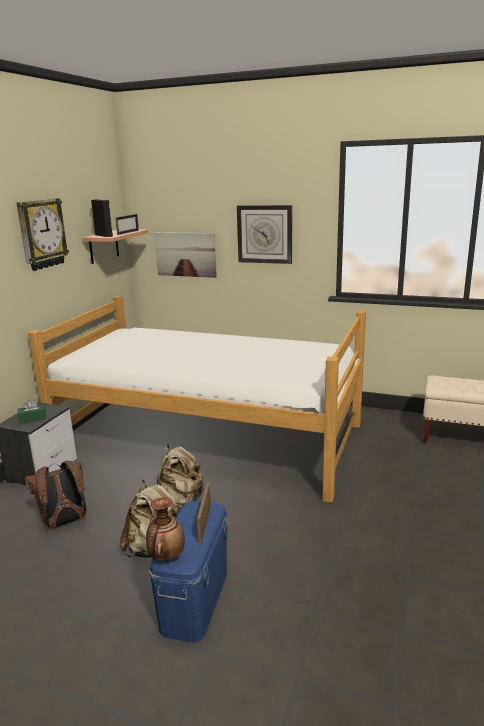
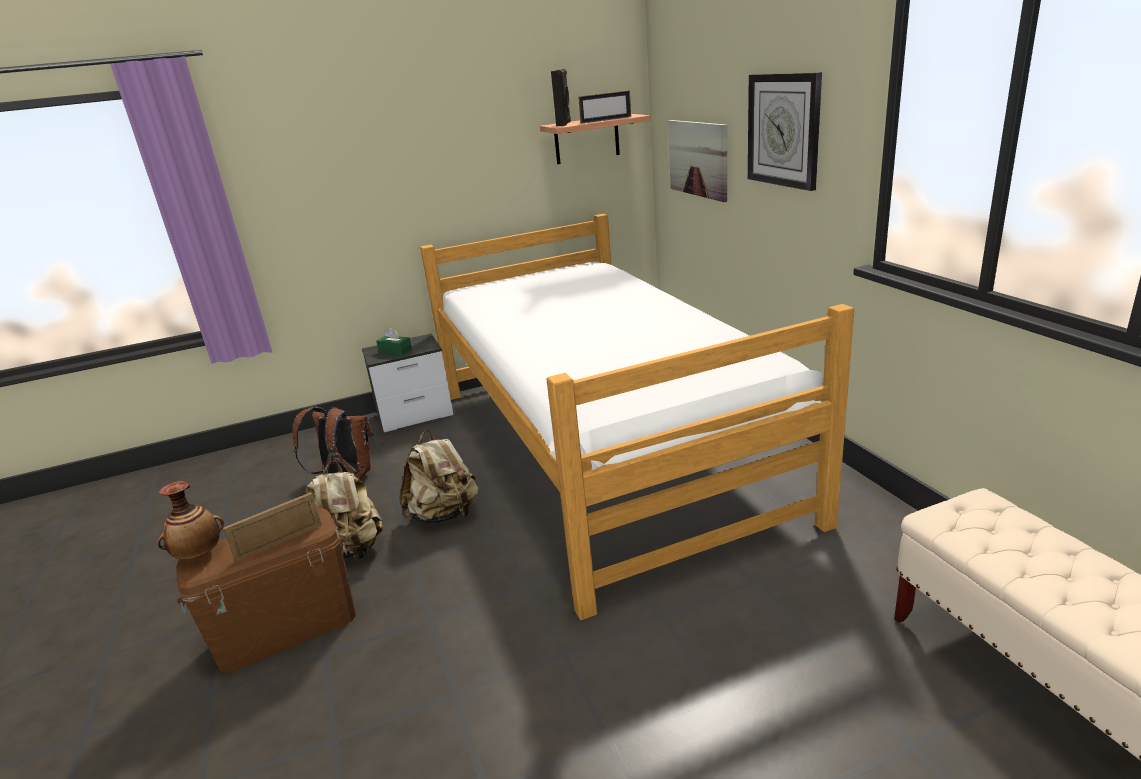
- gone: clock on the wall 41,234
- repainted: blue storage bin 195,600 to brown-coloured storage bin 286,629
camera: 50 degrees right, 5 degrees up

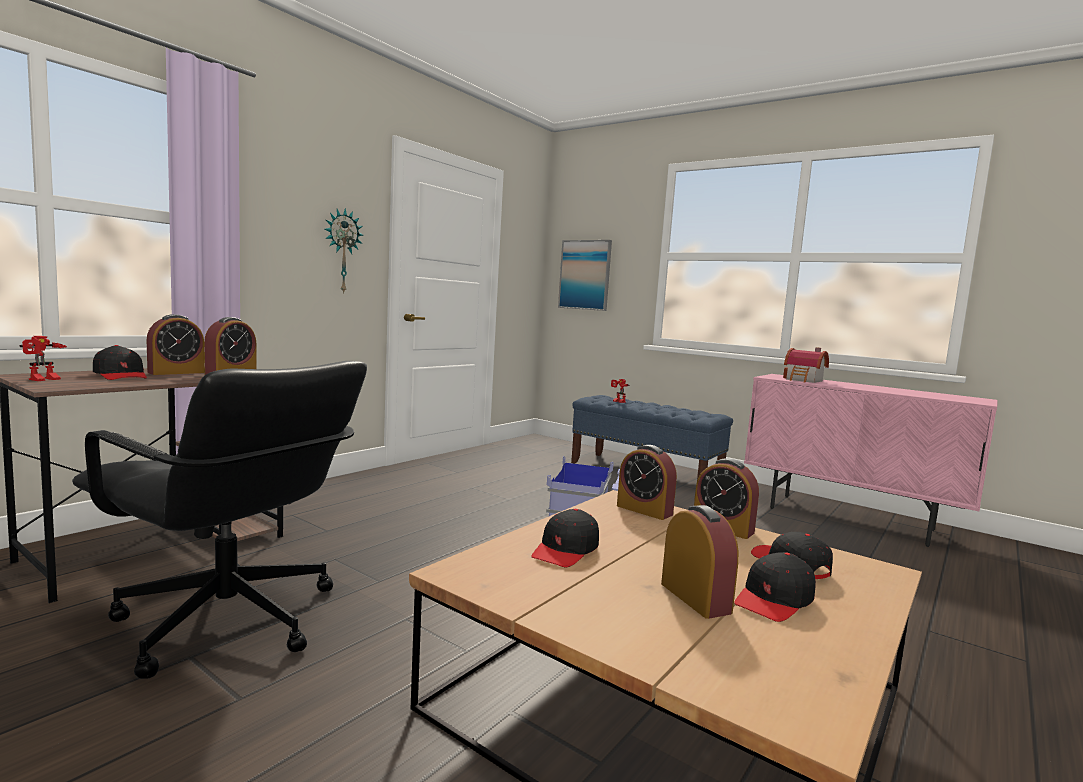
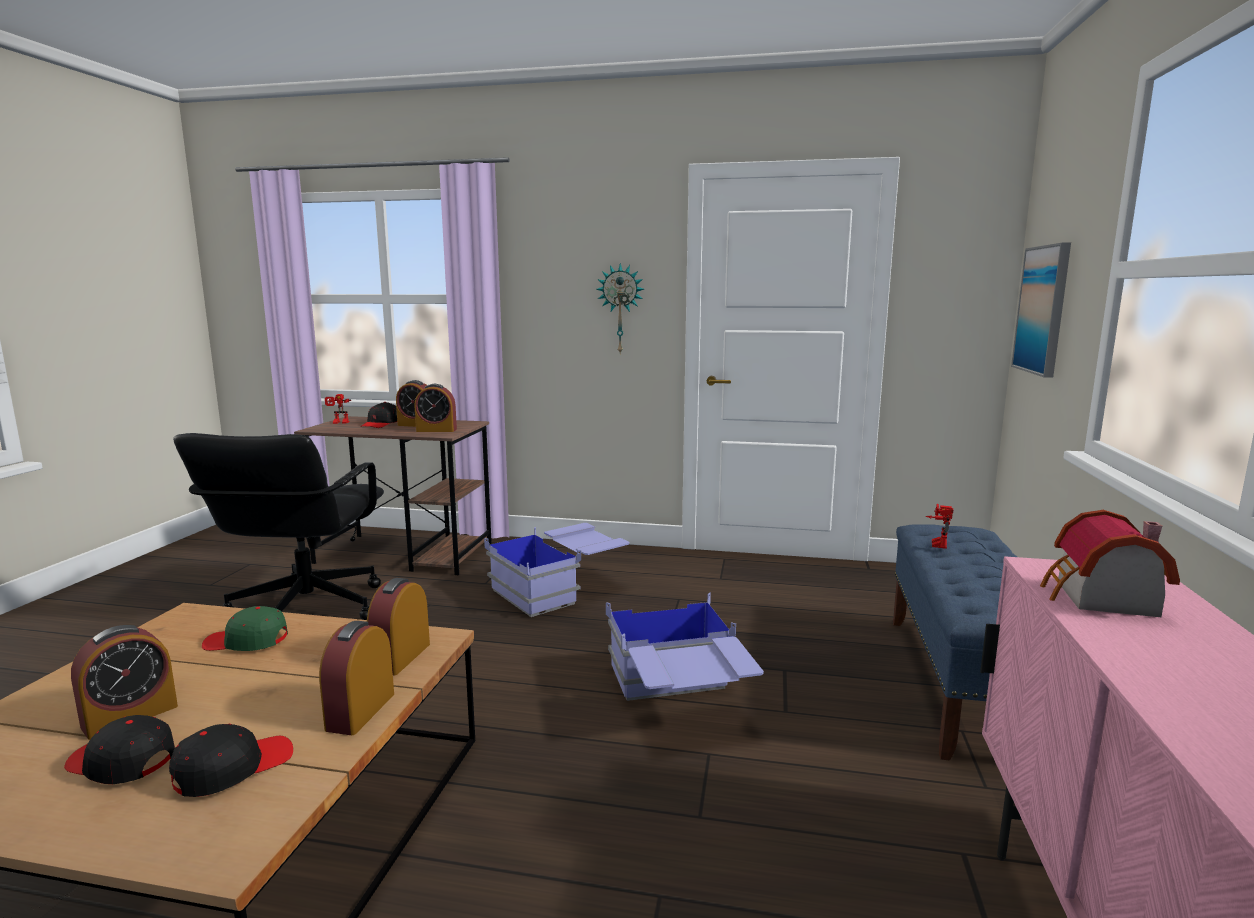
- new: blue storage bin 559,589
- repainted: black-coloured baseball cap 566,550 to greenish baseball cap 246,641
camera: 65 degrees right, 5 degrees up

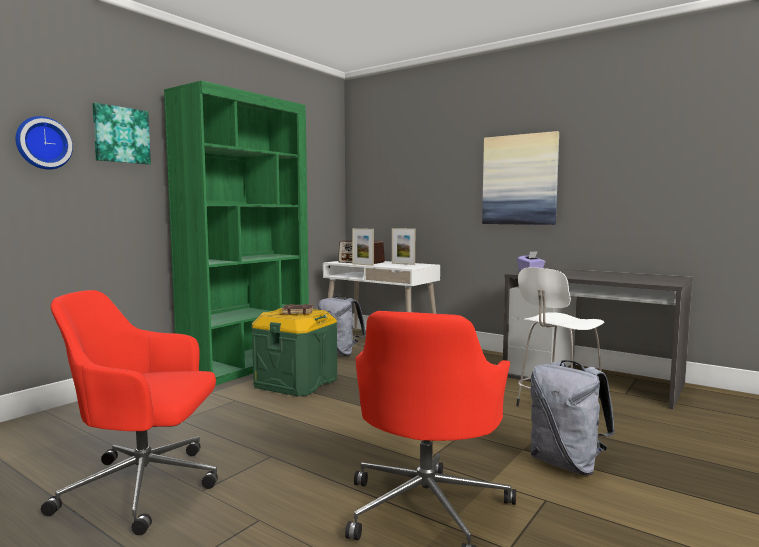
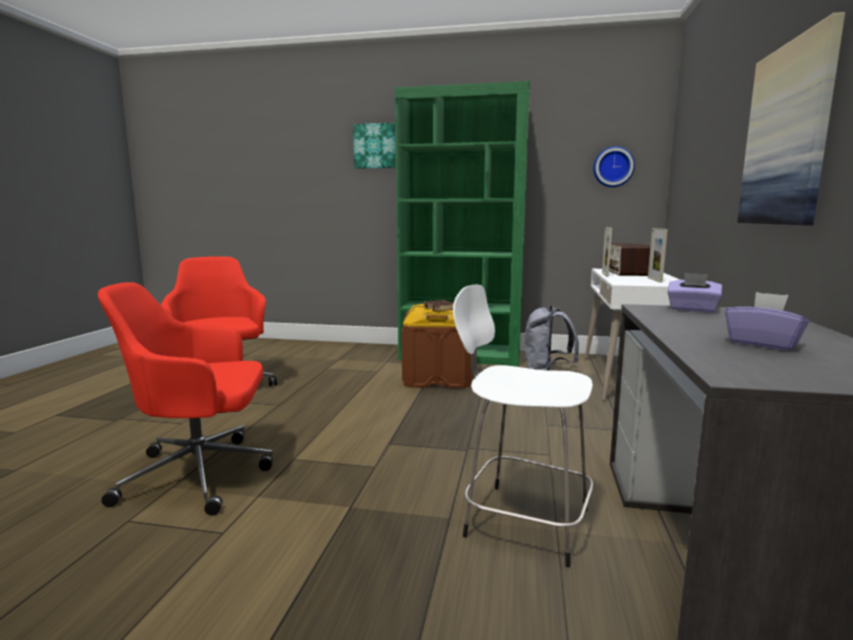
- gone: gray rucksack 567,464
- new: purple-coloured tissue holder 763,344
- shifted: clock on the wall 43,143 to 613,167
- repainted: greenish storage bin 296,383 to brown-coloured storage bin 437,378
camera: 65 degrees right, 5 degrees up

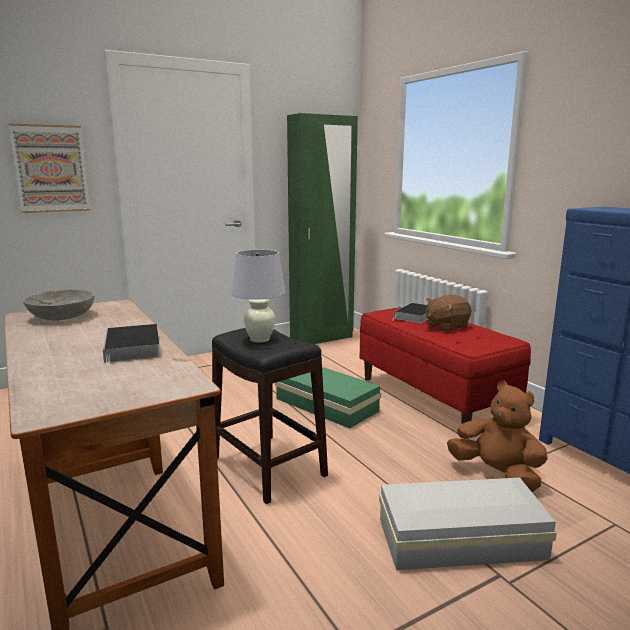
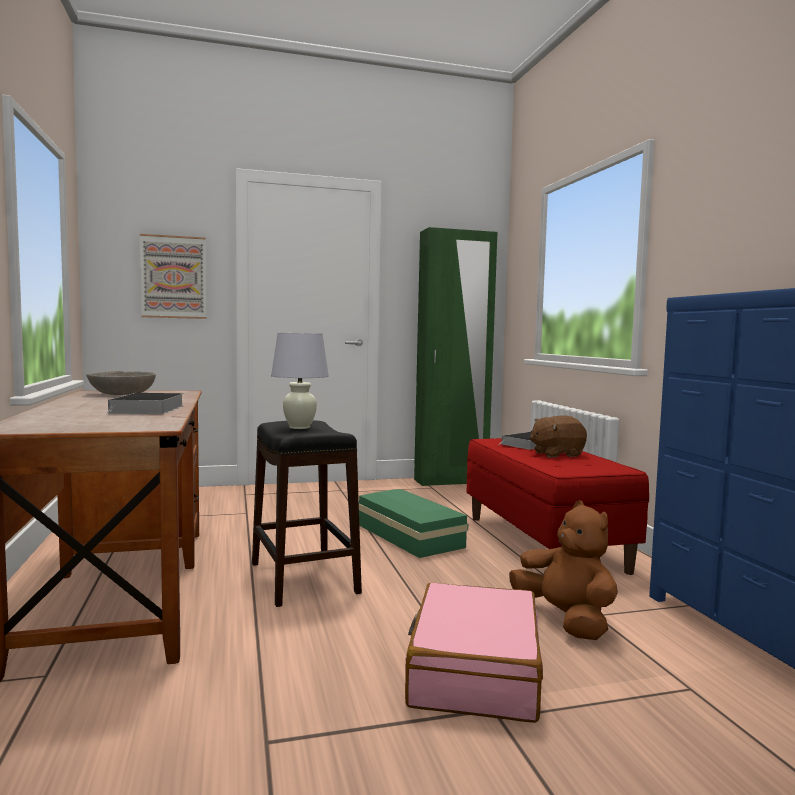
- swapped: whitish storage bin 463,540 to pink travel case 473,670
camera: 15 degrees right, 10 degrees down

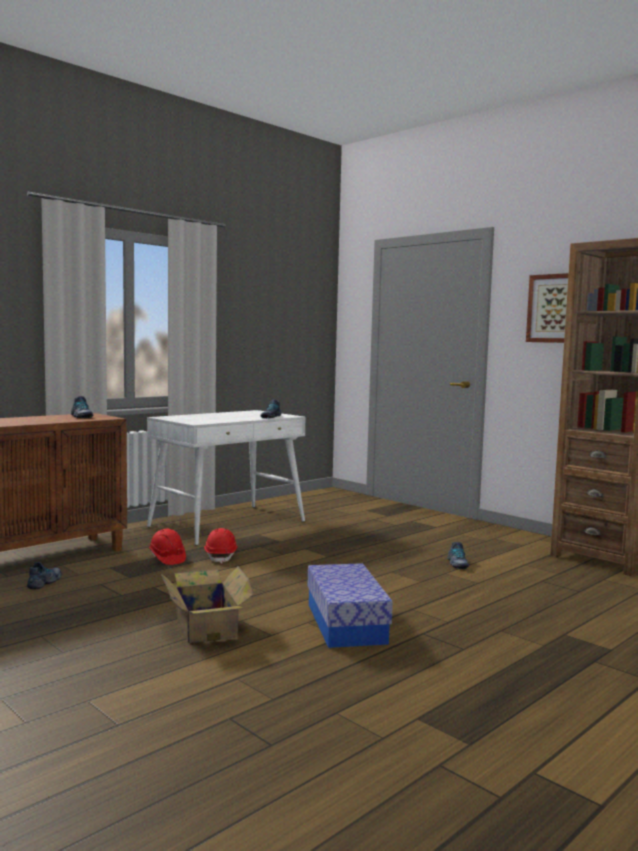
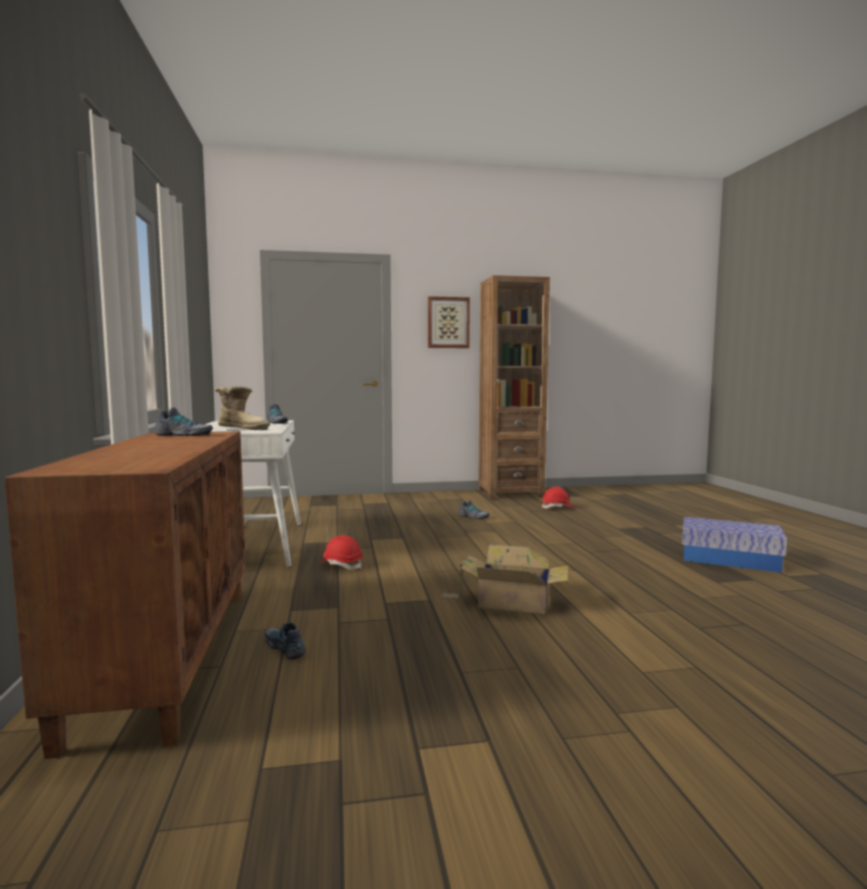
- new: boot 243,429
- shifted: red-coloured safety helmet 167,558 to 557,508
- shifted: storage bin 346,623 to 730,559
camera: 55 degrees left, 0 degrees up

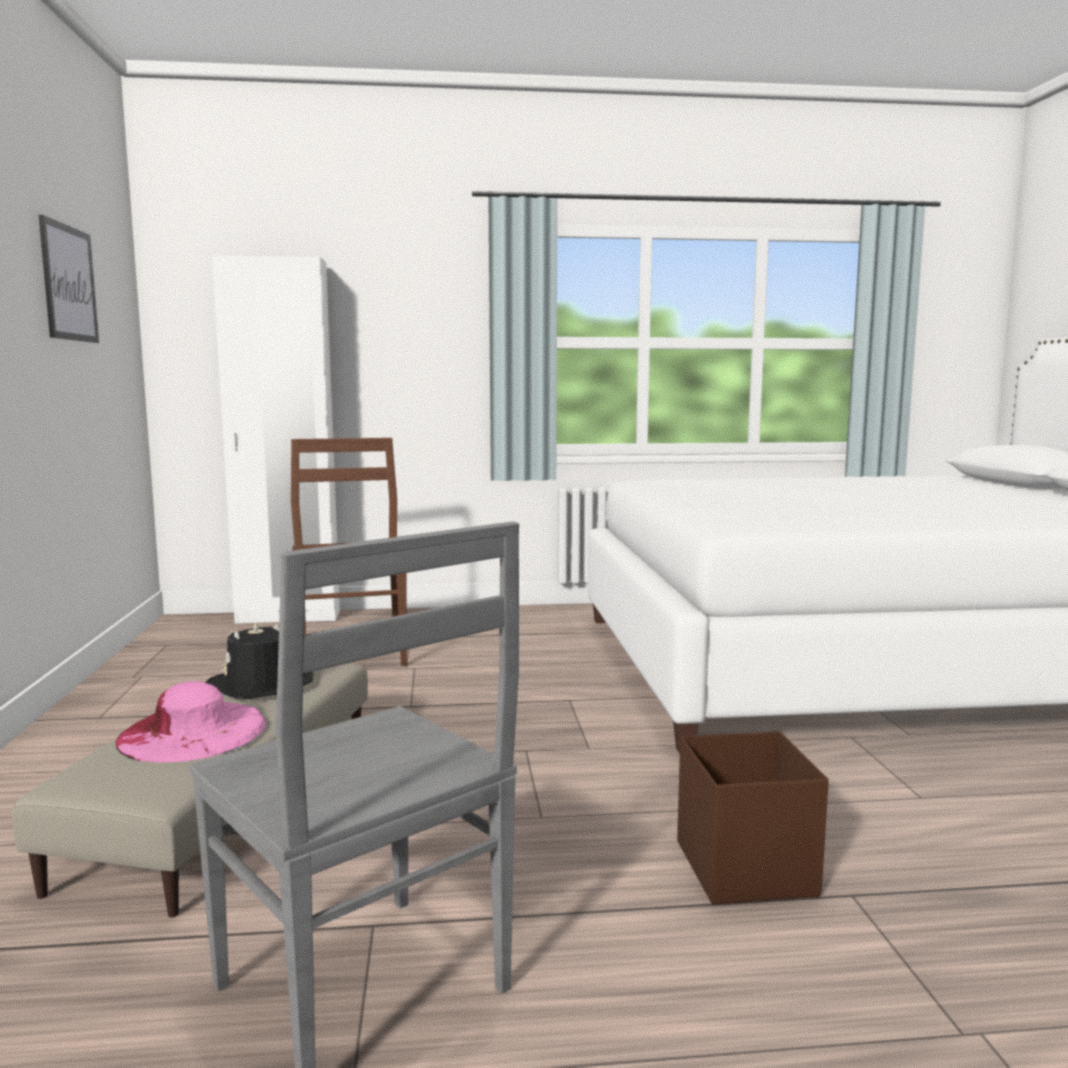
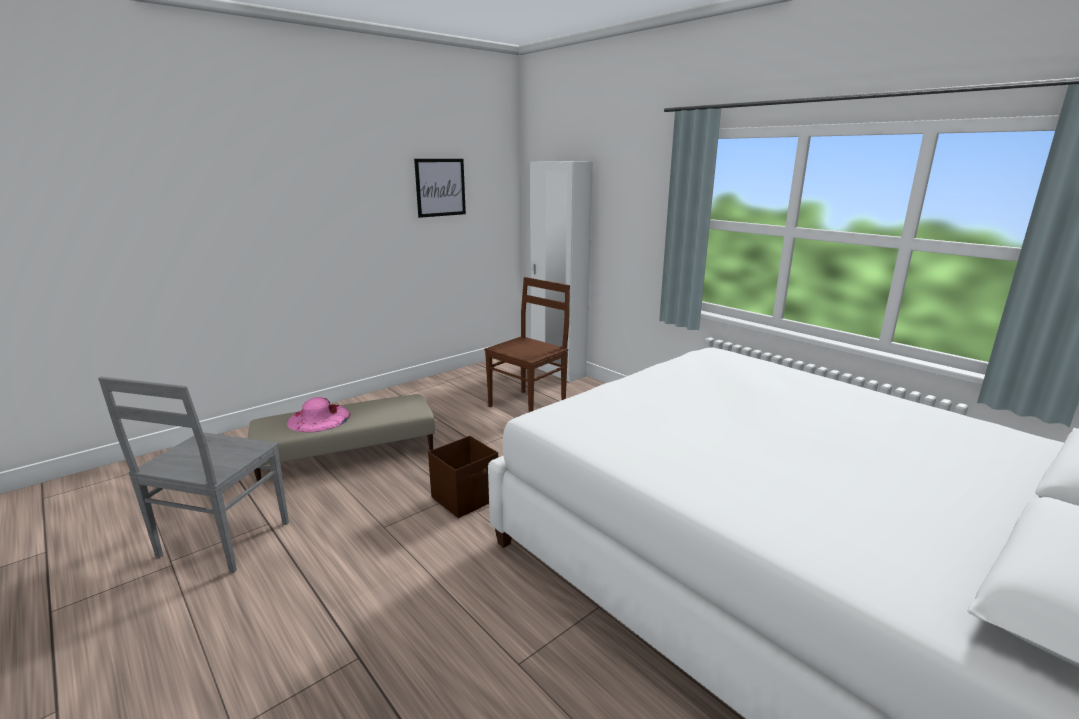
- gone: black-coloured clothing hat 261,684
- shifted: brown-coloured storage bin 745,868 to 466,498
camera: 55 degrees right, 10 degrees up

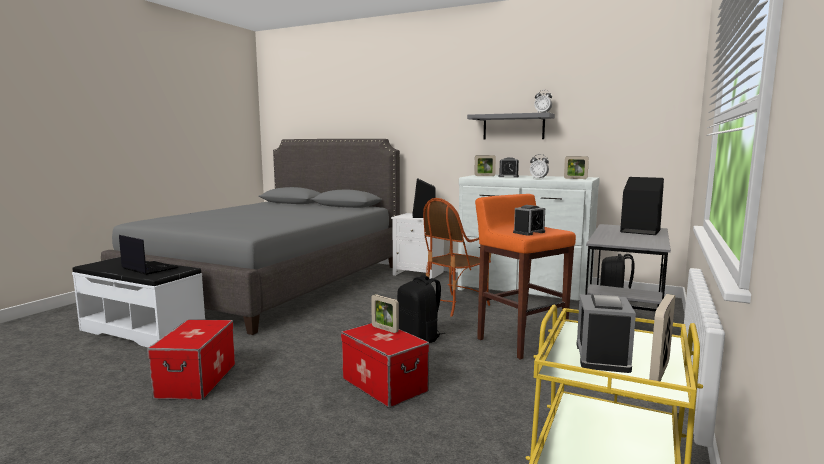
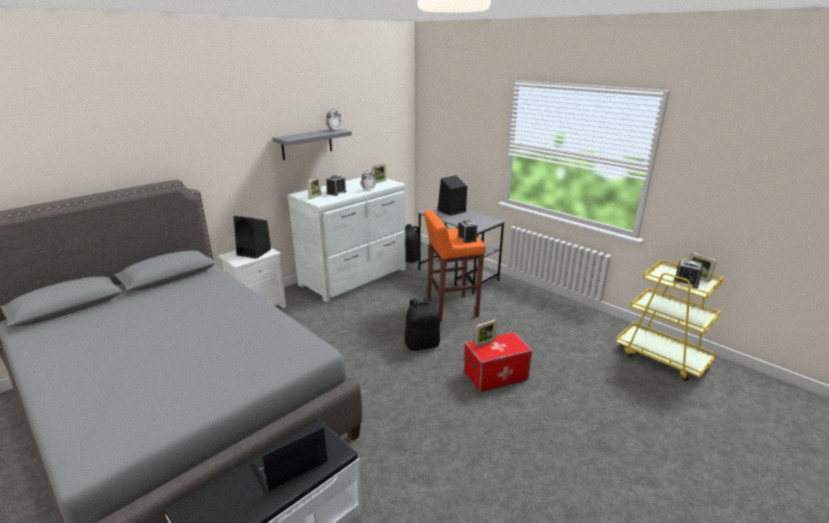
- gone: storage bin 197,381
- gone: lounge chair 454,305
camera: 70 degrees left, 15 degrees up

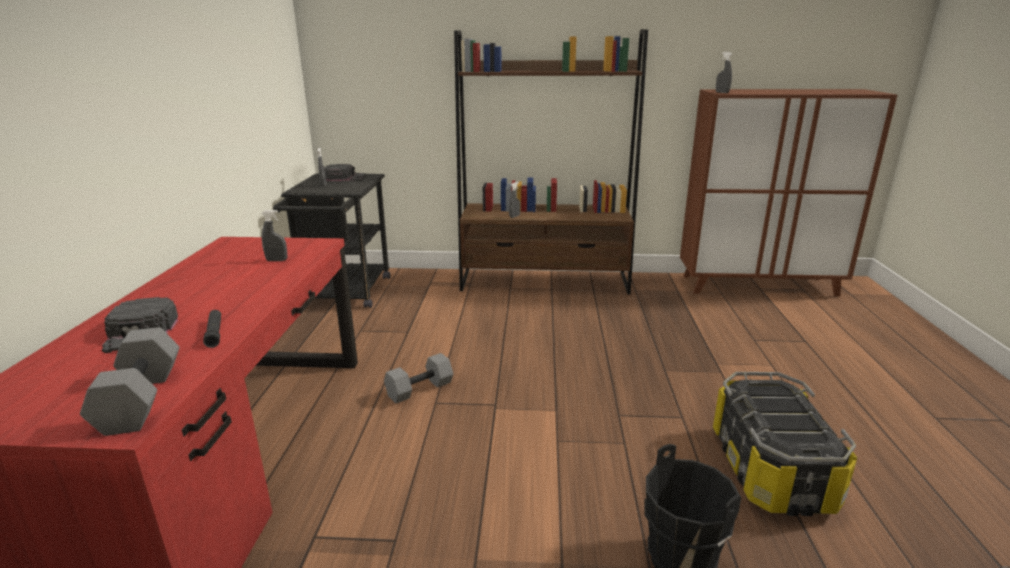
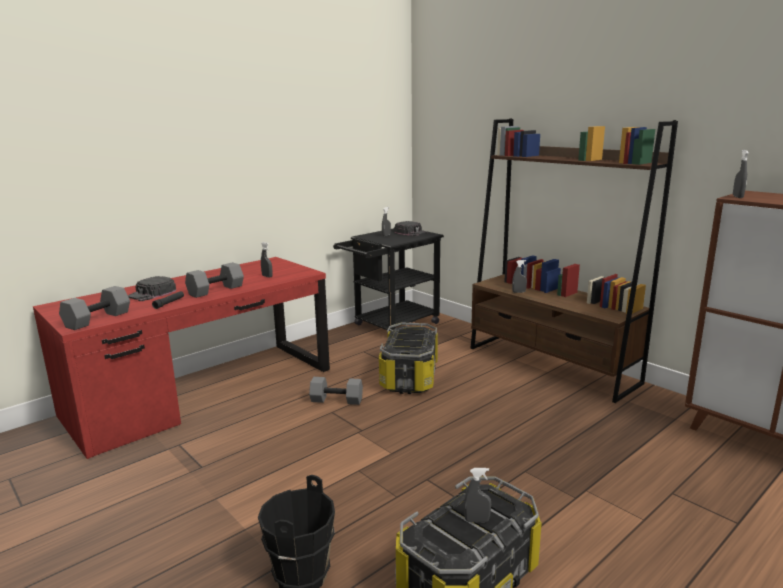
- new: gray dumbbell 216,290
- new: storage bin 410,377
- new: gray hand sprayer 477,520
camera: 45 degrees right, 5 degrees down

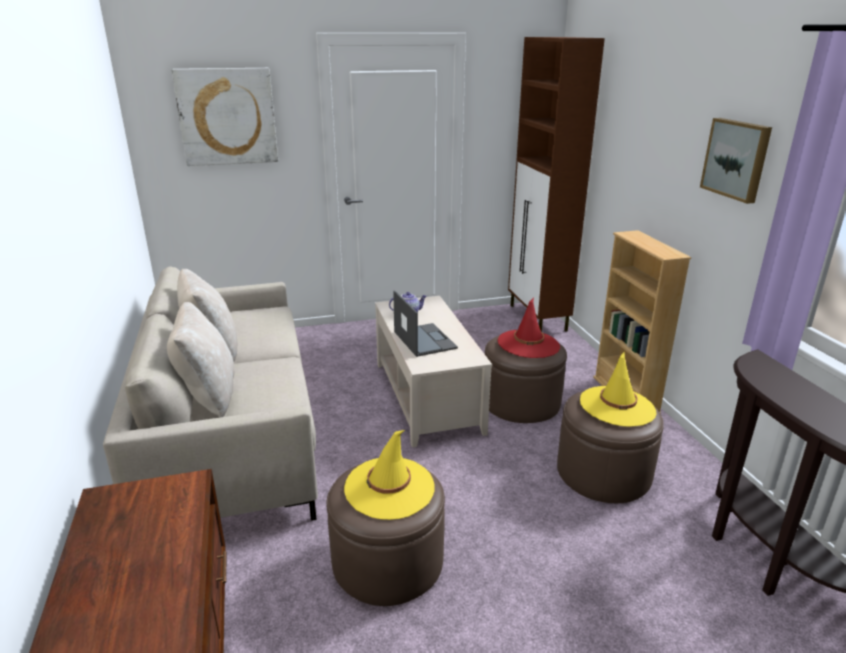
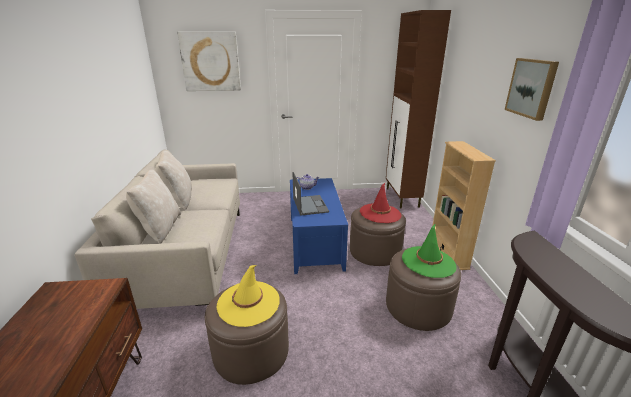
- repainted: sand-coloured coffee table 427,397 to blue coffee table 315,242
- repainted: yellow clothing hat 617,406 to greenish clothing hat 428,262
camera: 10 degrees right, 0 degrees up

